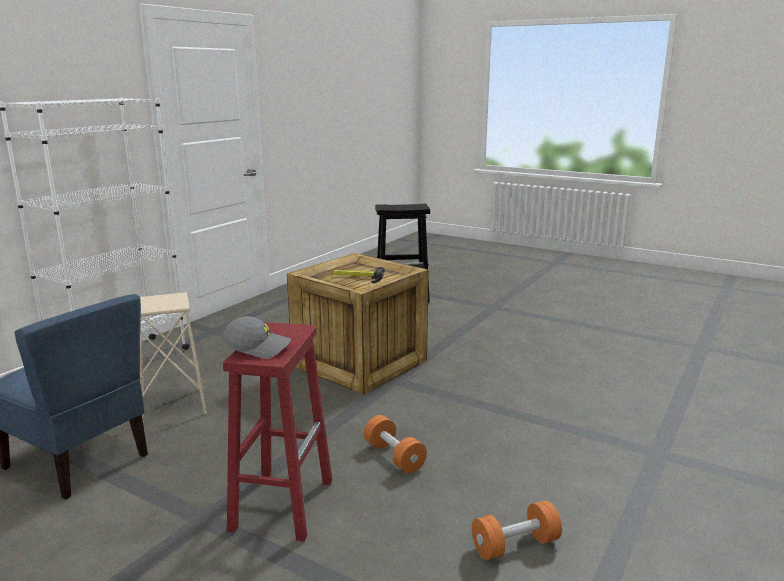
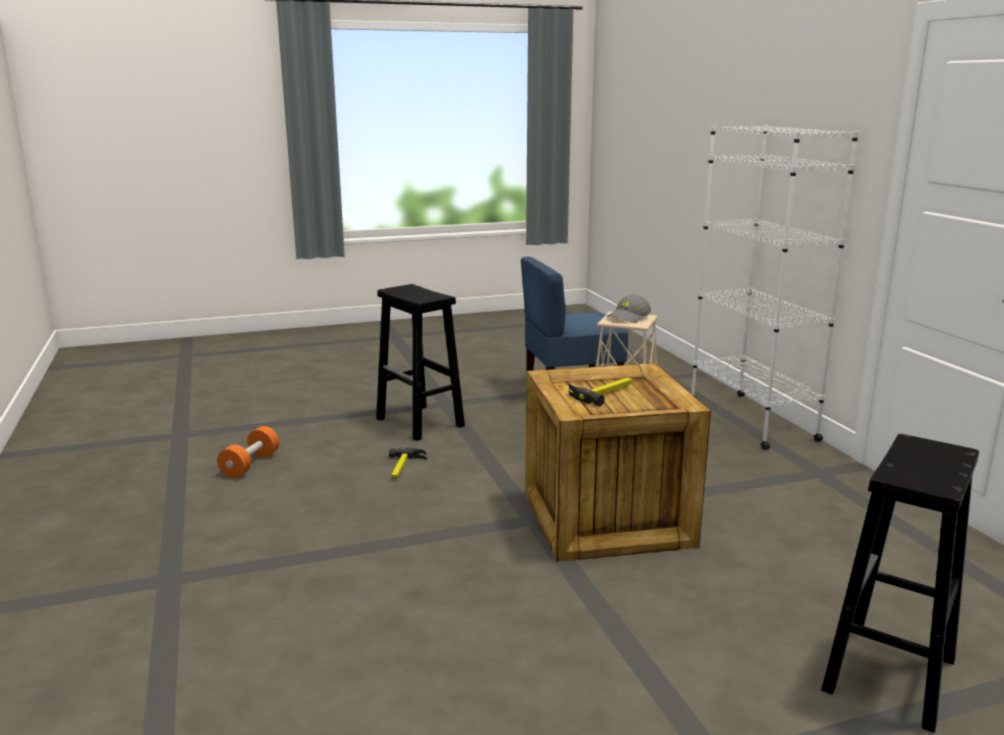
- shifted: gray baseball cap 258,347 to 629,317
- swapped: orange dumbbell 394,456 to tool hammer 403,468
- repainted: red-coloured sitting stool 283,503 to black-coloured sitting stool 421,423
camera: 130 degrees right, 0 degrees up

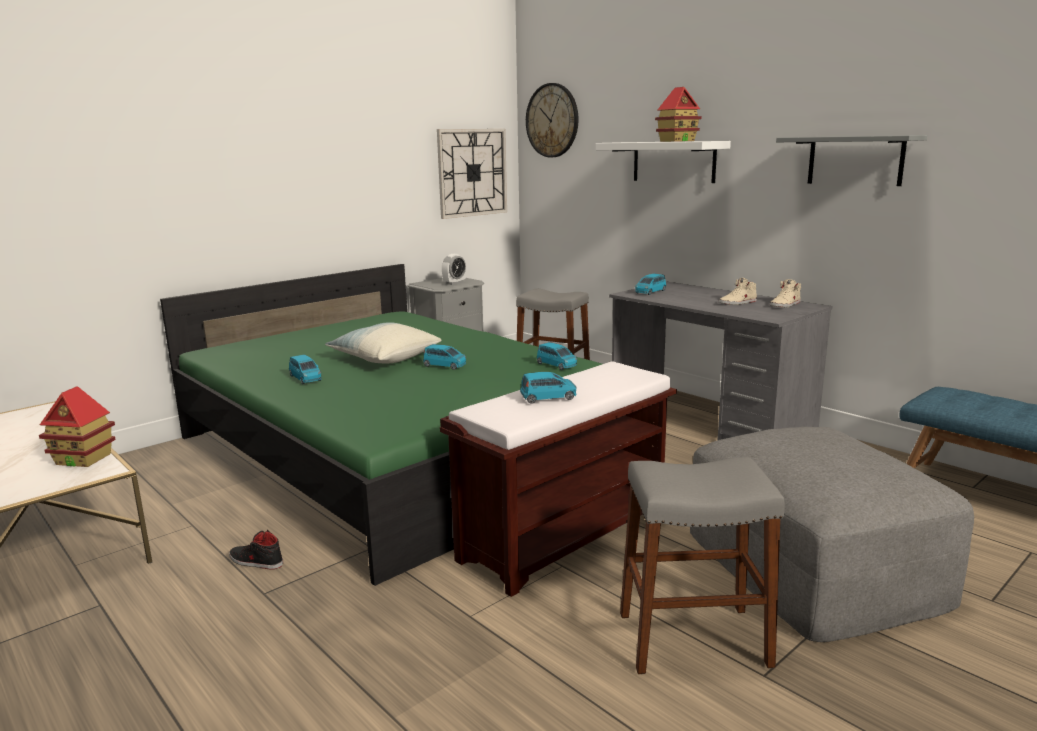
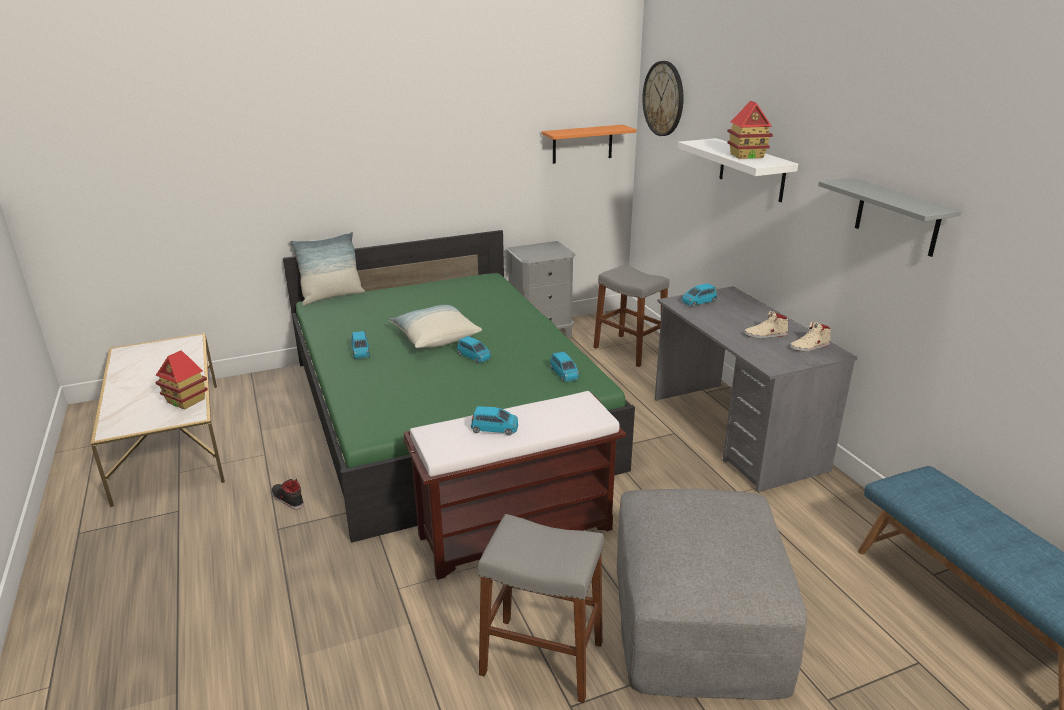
- gone: table clock 454,283
- new: pillow 332,296
- swapped: clock on the wall 472,172 to orange shelf 582,144
camera: 20 degrees right, 10 degrees up

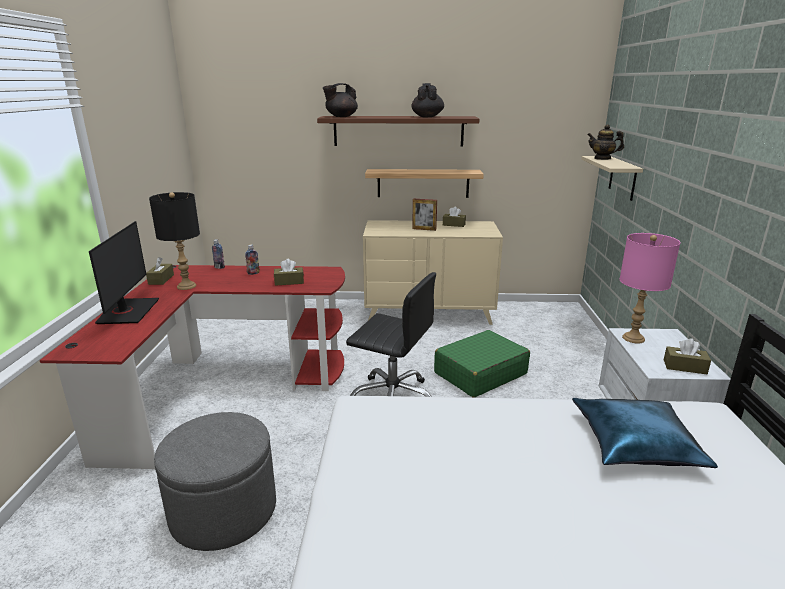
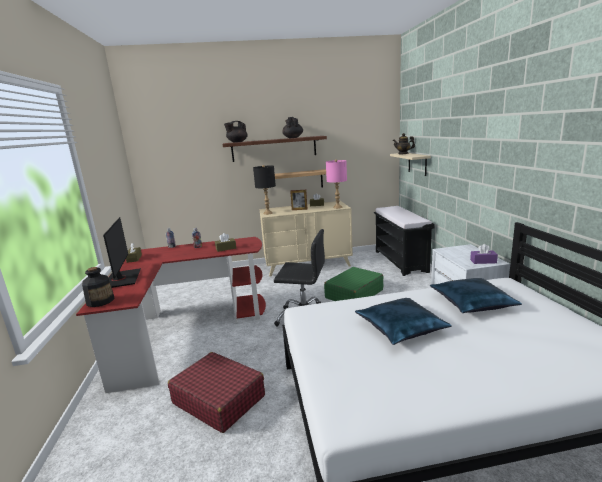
- new: drink bottle 100,301
- new: blue pillow 401,328
- new: black-coloured bench 401,261
- shifted: black-coloured lamp for a table 187,286 to 268,213
- shifted: pink lamp for a table 633,338 to 337,207
- swapped: gray ottoman 224,511 to red-coloured travel case 218,399
- repainted: brown-coloured tissue holder 684,367 to purple-coloured tissue holder 483,261
camera: 10 degrees left, 5 degrees down

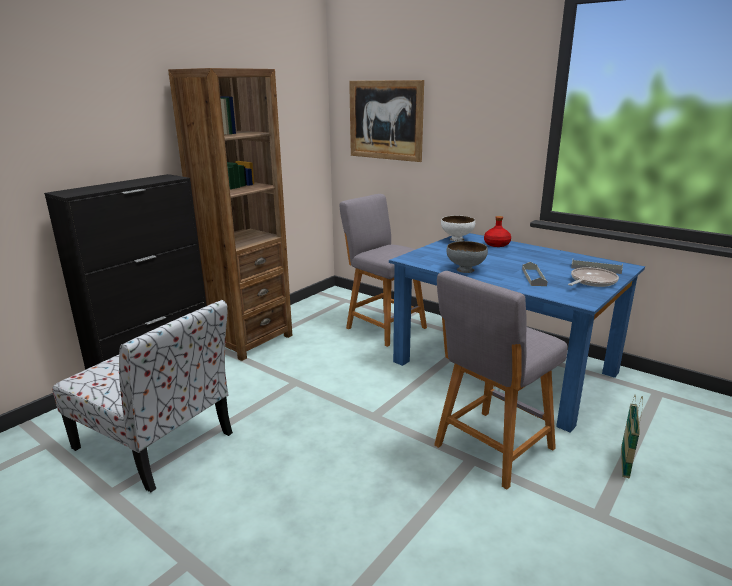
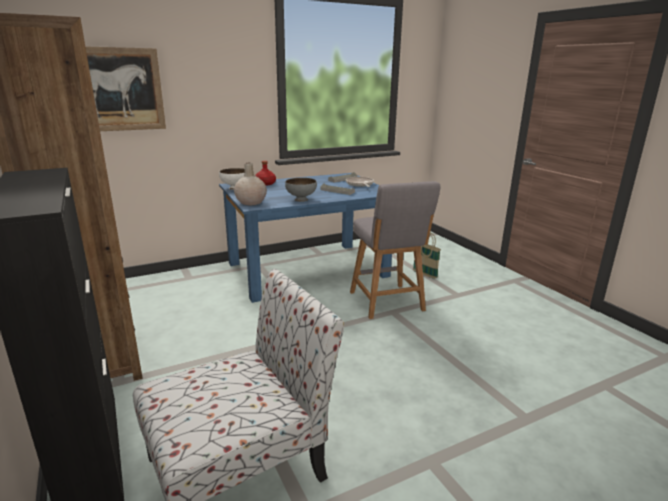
- gone: gray sitting stool 383,326
- new: sand-coloured flower vase 250,202
camera: 65 degrees left, 0 degrees up

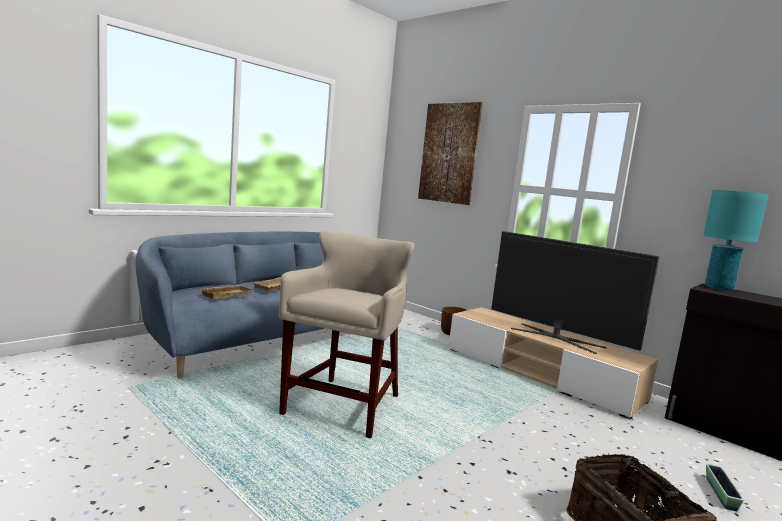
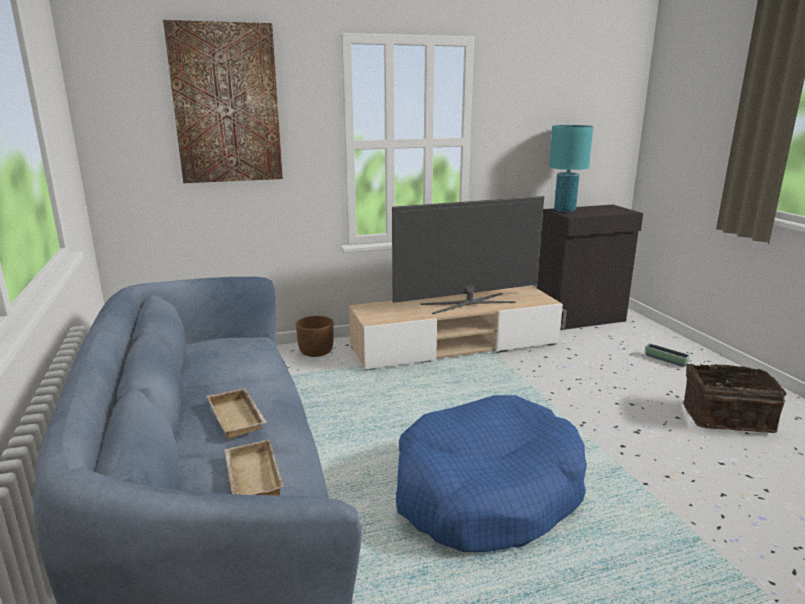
- swapped: sand-coloured sitting stool 344,406 to blue pet bed 487,492
camera: 60 degrees left, 10 degrees up

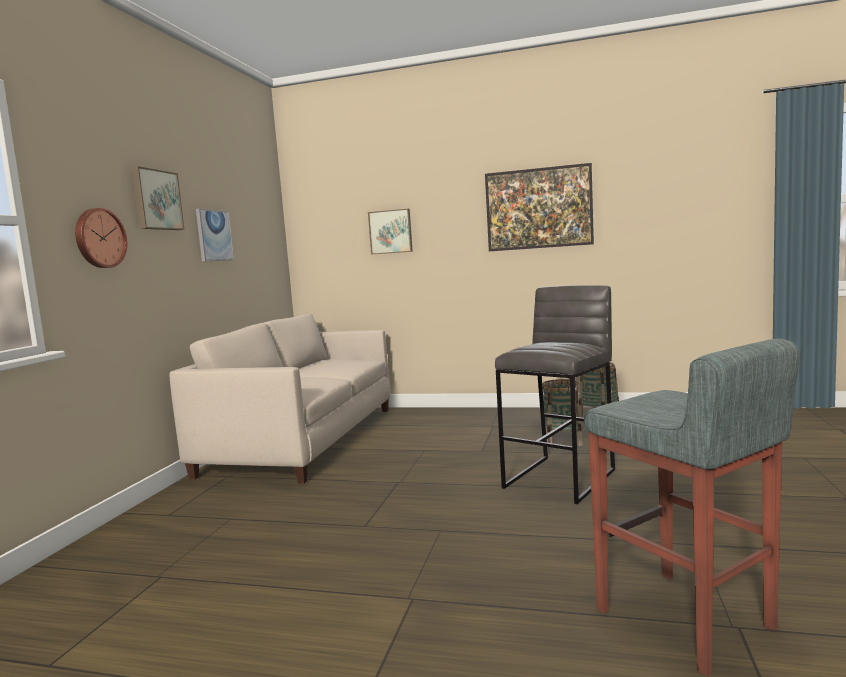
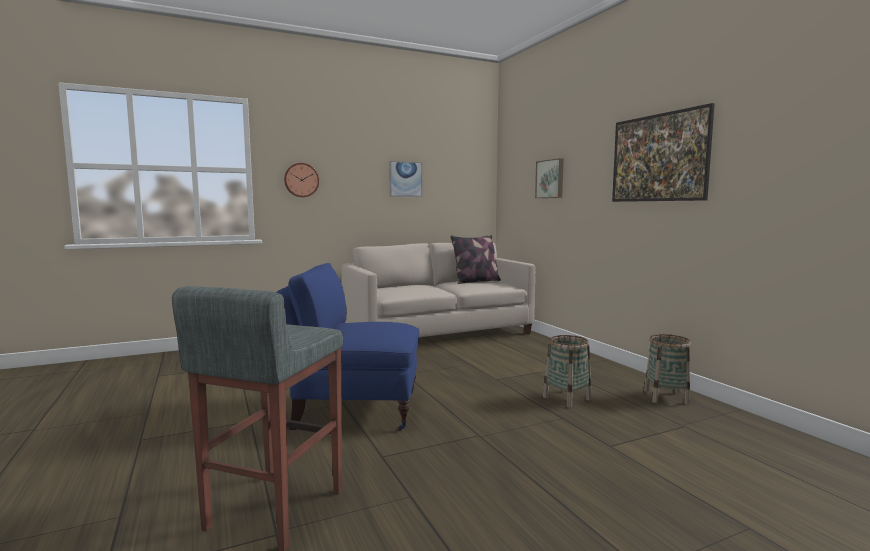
- gone: wall art 156,200
- gone: gray sitting stool 561,478
- new: blue lounge chair 353,410
- new: pillow 476,281
camera: 50 degrees right, 0 degrees up

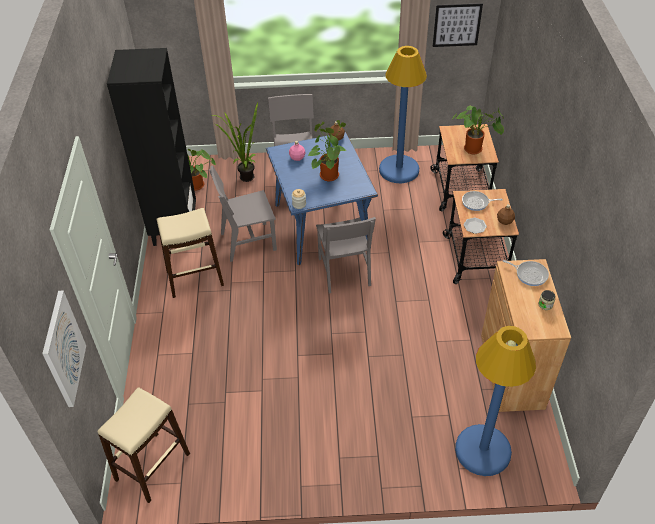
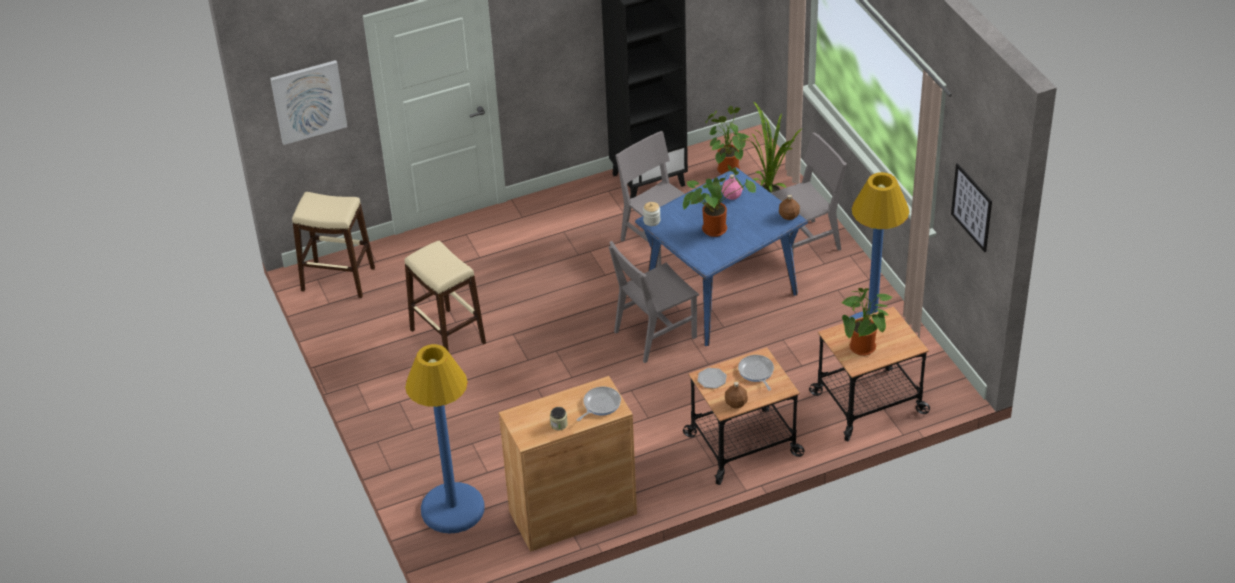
- shifted: sand-coloured sitting stool 195,278 to 448,336
- rotated: skillet 529,274 = 600,405 150 degrees counterclockwise
camera: 70 degrees right, 5 degrees down

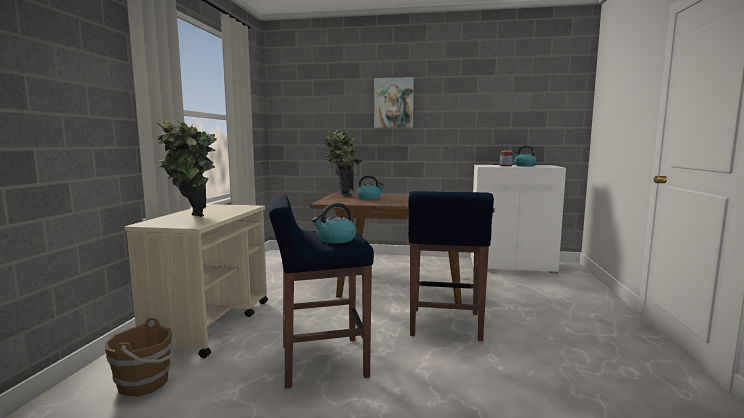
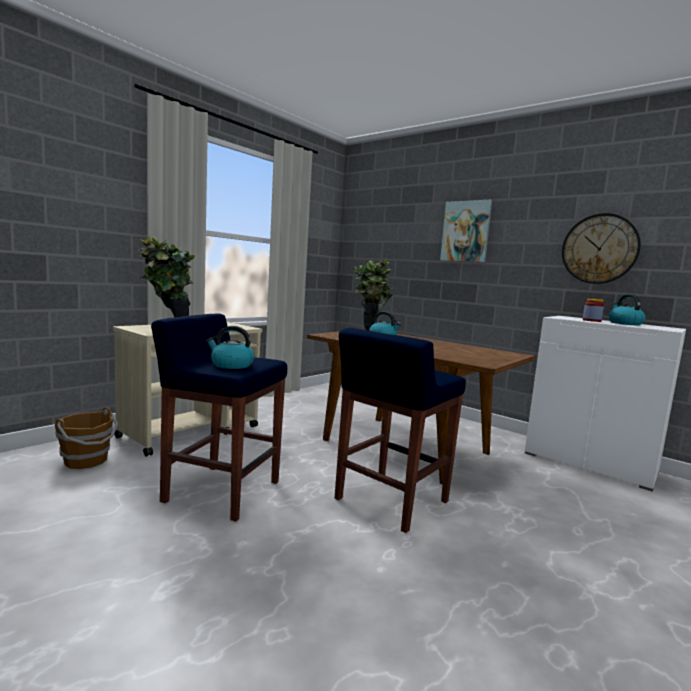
- new: clock on the wall 599,249
camera: 30 degrees right, 0 degrees up

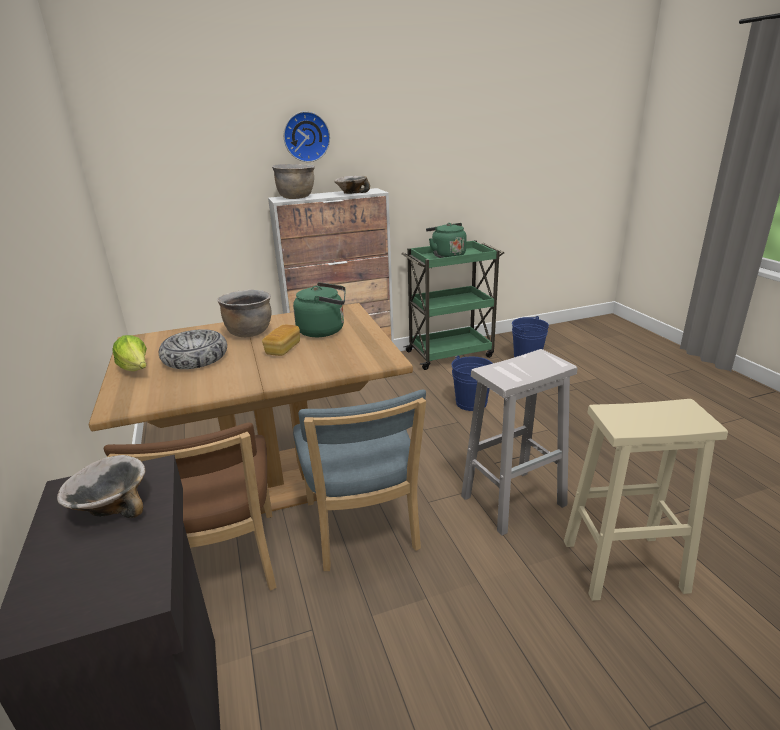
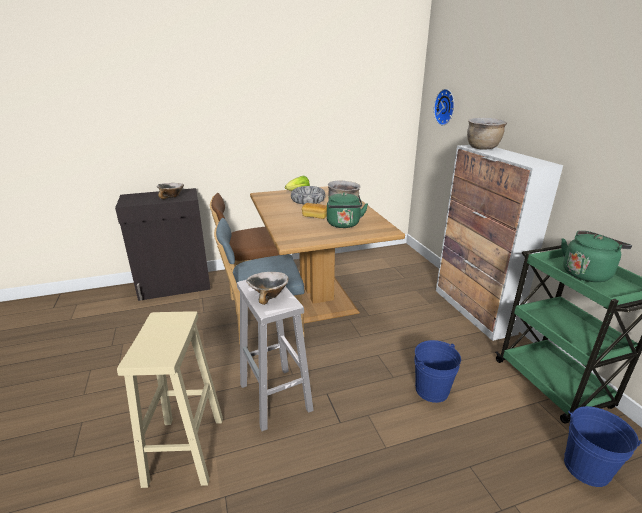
- shifted: clock on the wall 306,137 to 446,107
- shifted: deep dish 351,193 to 268,295
camera: 90 degrees right, 0 degrees up

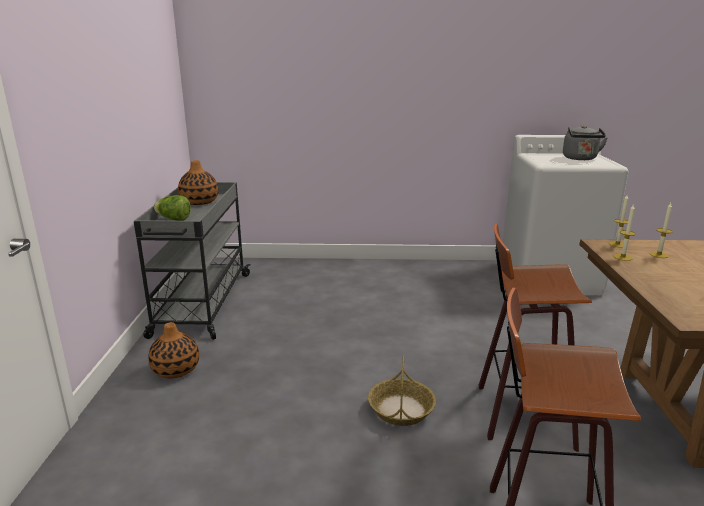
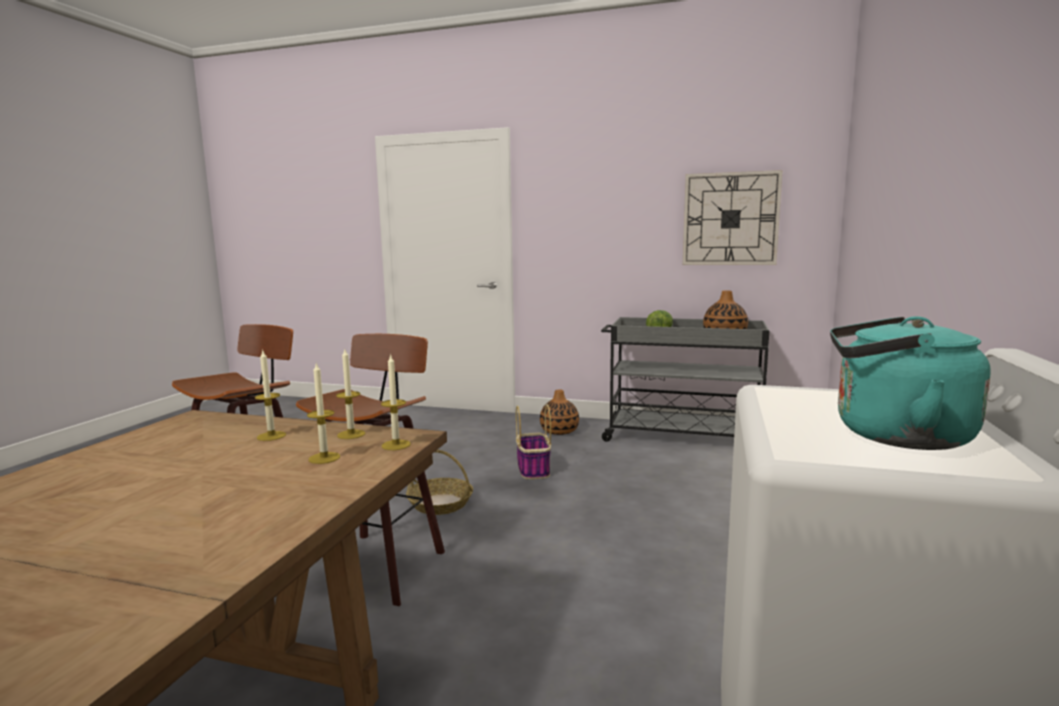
- new: wax light 271,436
- new: household basket 533,469
- new: clock on the wall 730,219
- repainted: gray tea kettle 580,159 to blue-green tea kettle 893,436
camera: 105 degrees right, 10 degrees down

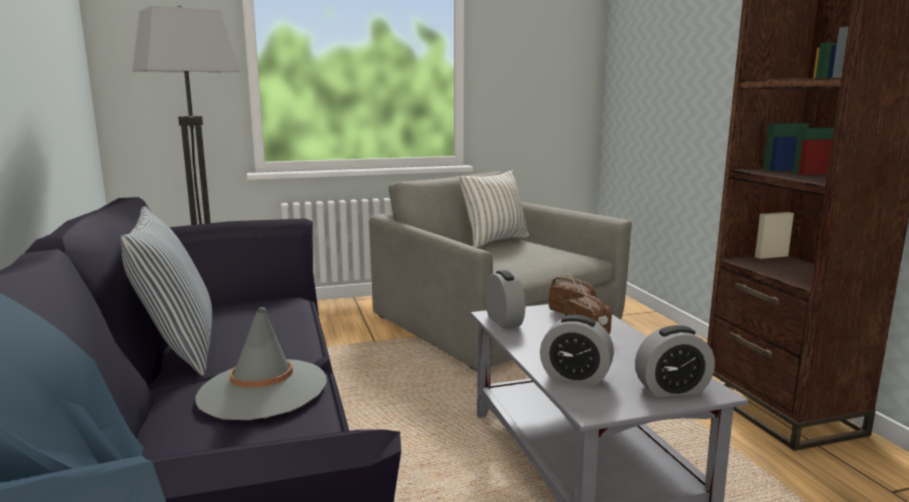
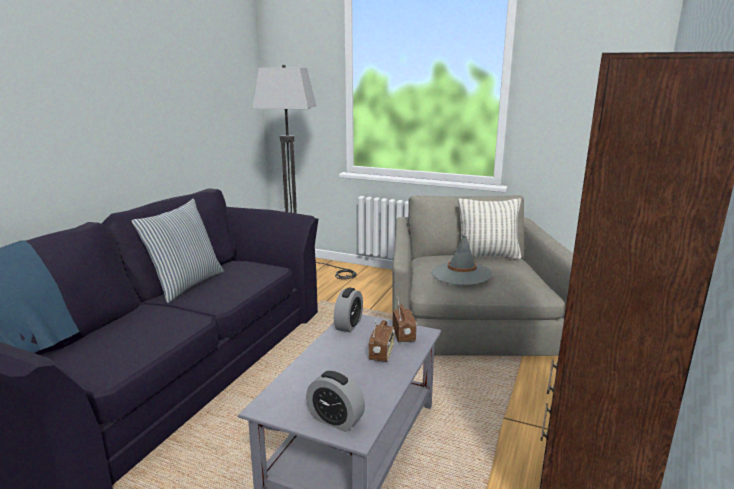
- gone: table clock 575,377
- shifted: gray clothing hat 262,390 to 461,274
camera: 40 degrees right, 5 degrees up

